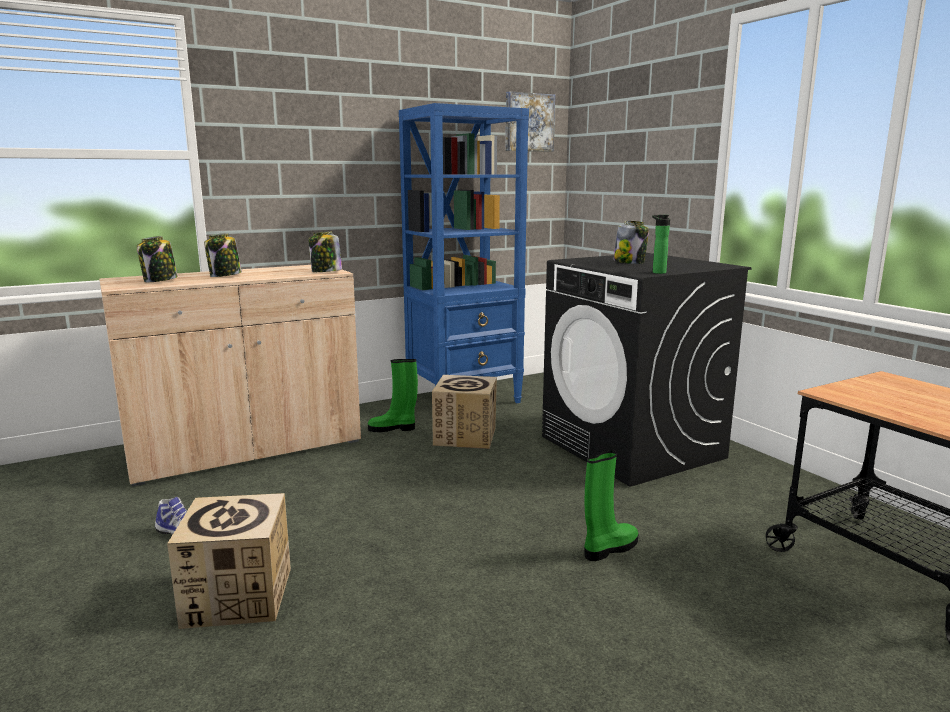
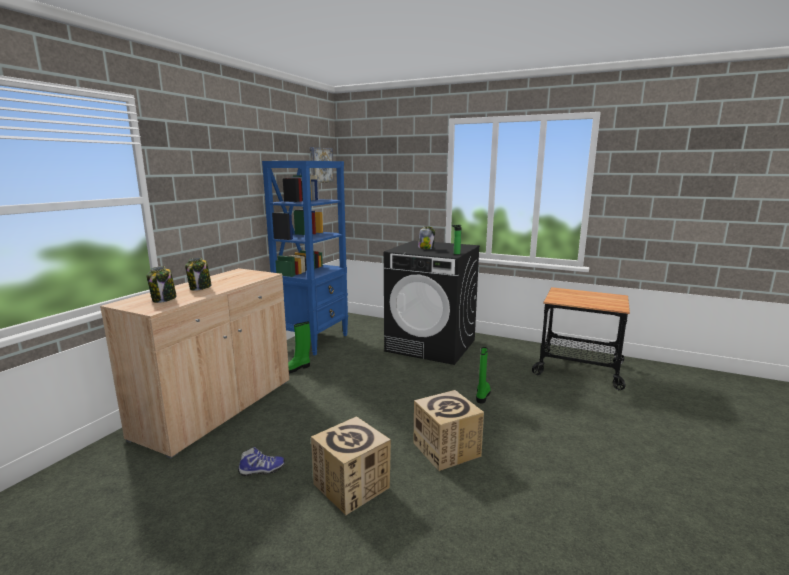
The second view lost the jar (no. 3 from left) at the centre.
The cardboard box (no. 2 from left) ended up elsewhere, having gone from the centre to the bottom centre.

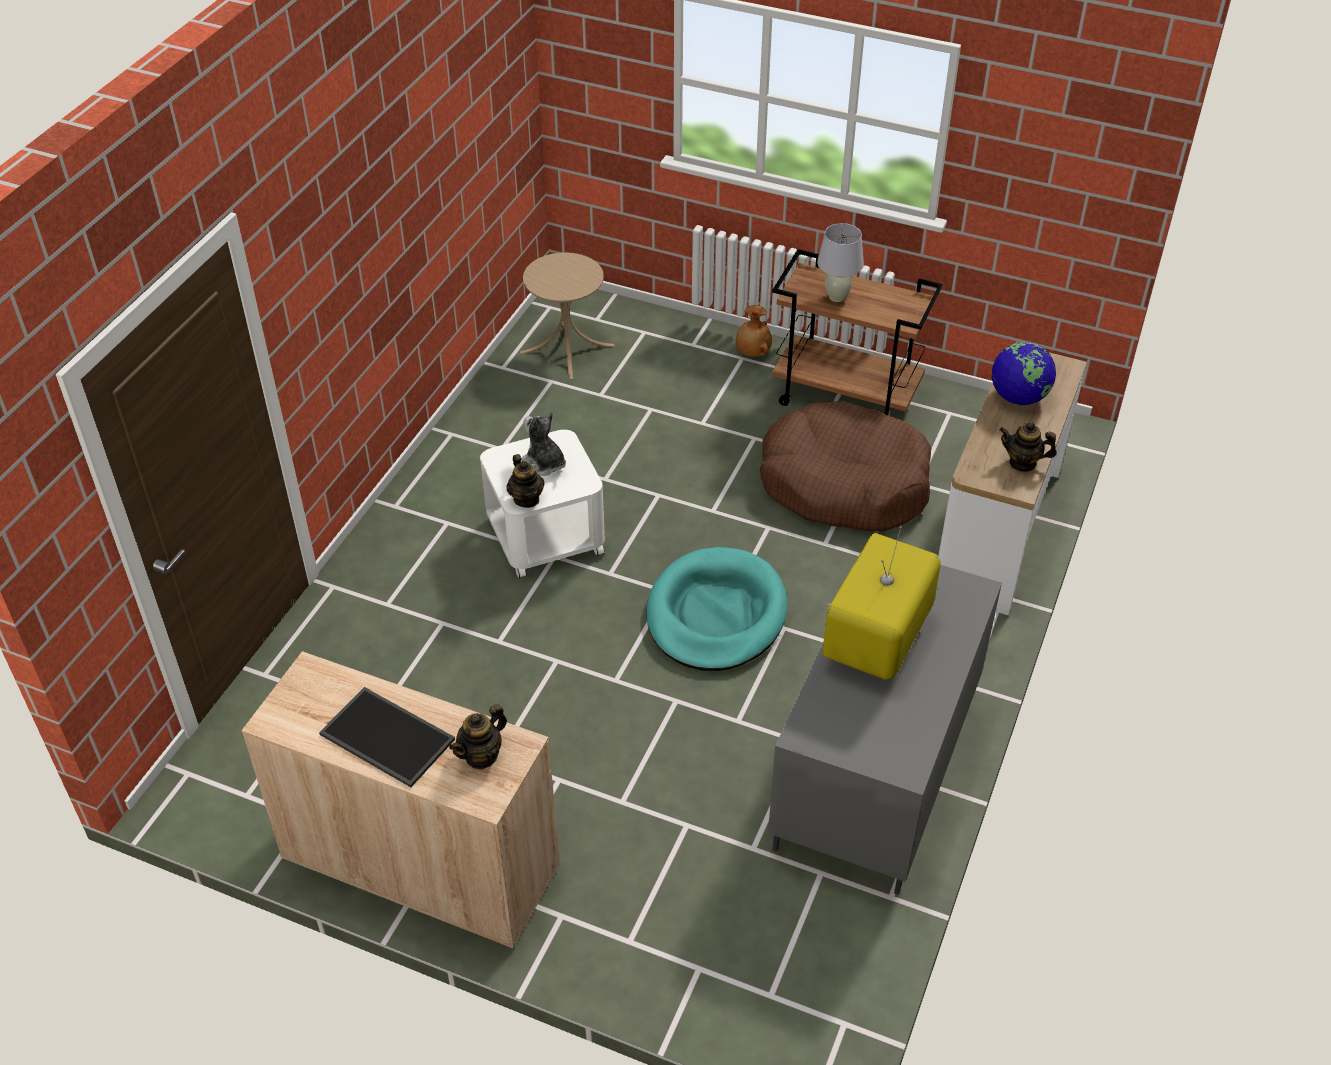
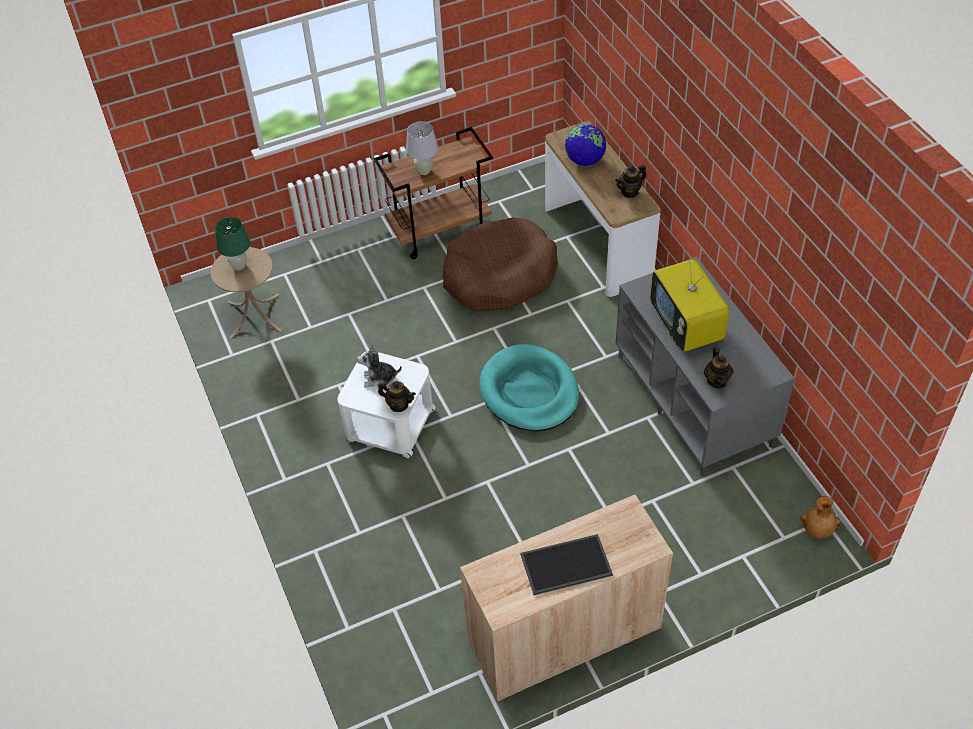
The second view gained the green table lamp at the middle left.
The teapot (no. 1 from left in the first image) ended up elsewhere, having gone from the bottom centre to the middle right.
The brown vase ended up elsewhere, having gone from the top centre to the bottom right.

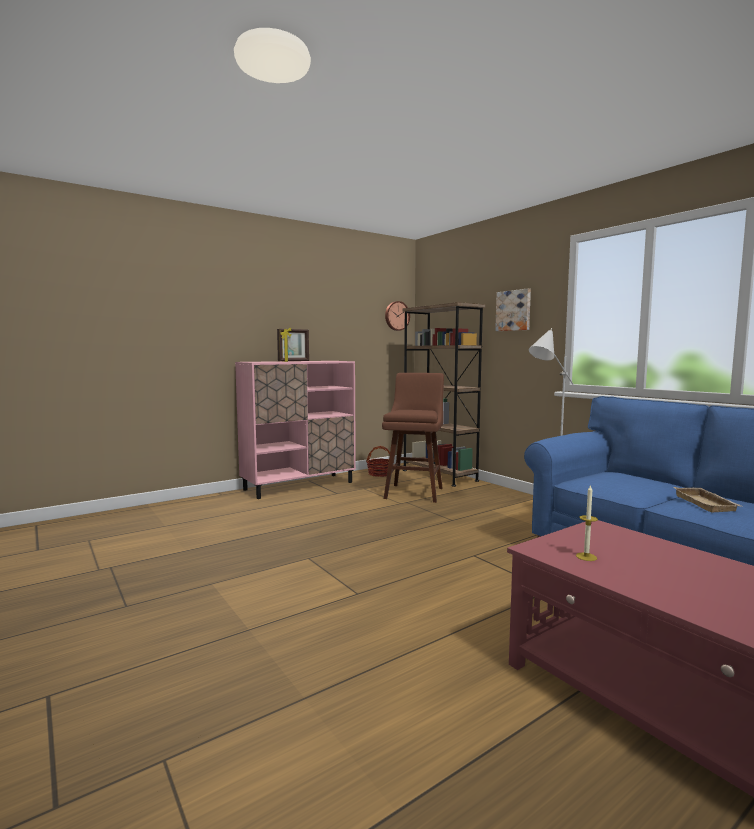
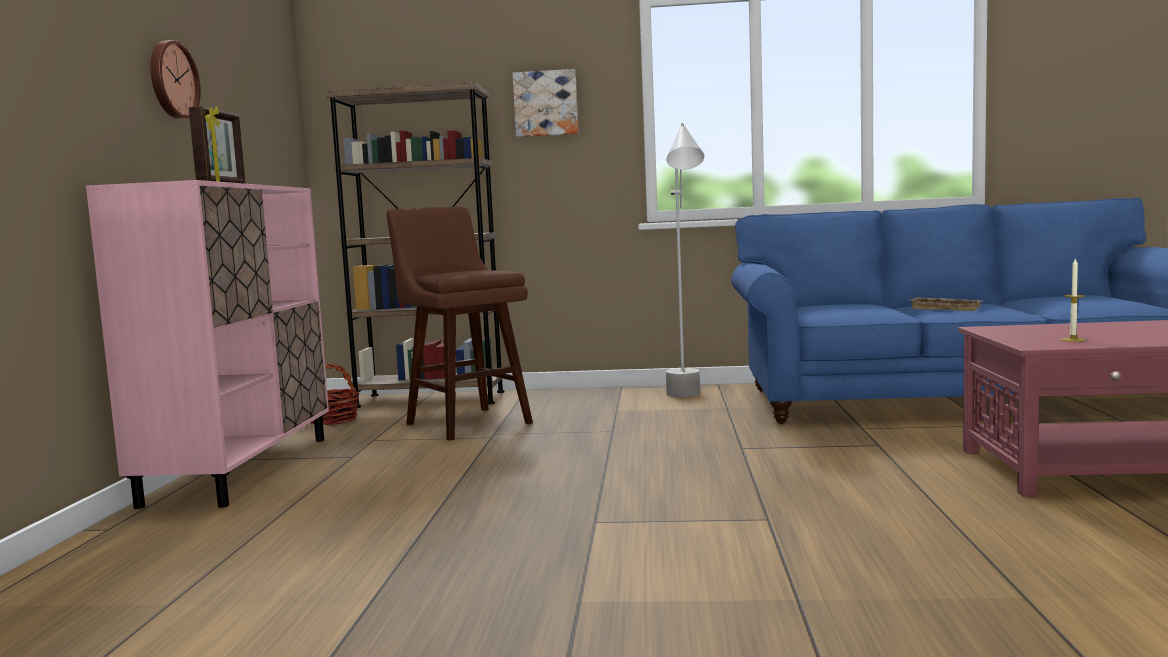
The wall clock ended up elsewhere, having gone from the centre to the top left.

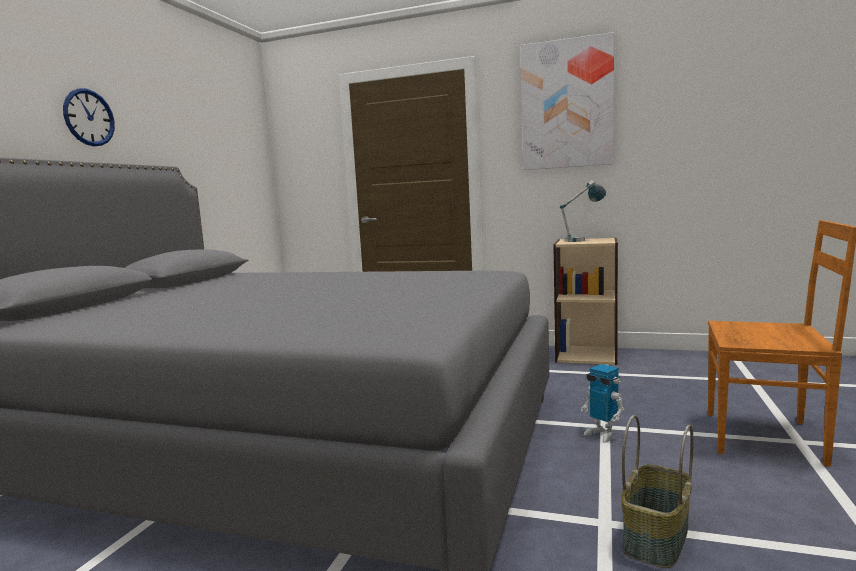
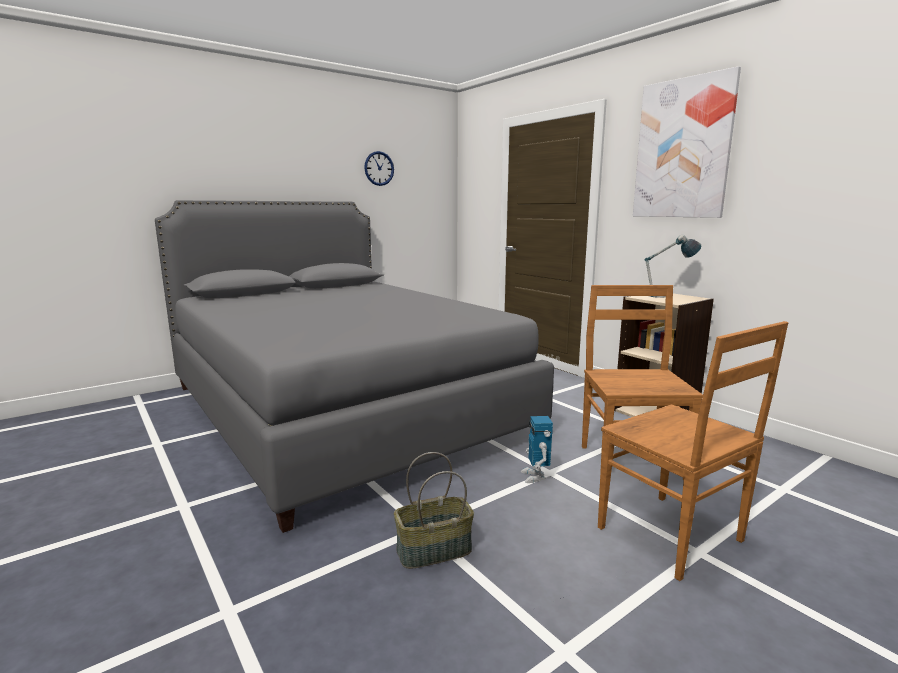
The second view gained the brown chair (no. 1 from left) at the middle right.
The wall clock ended up elsewhere, having gone from the top left to the top centre.

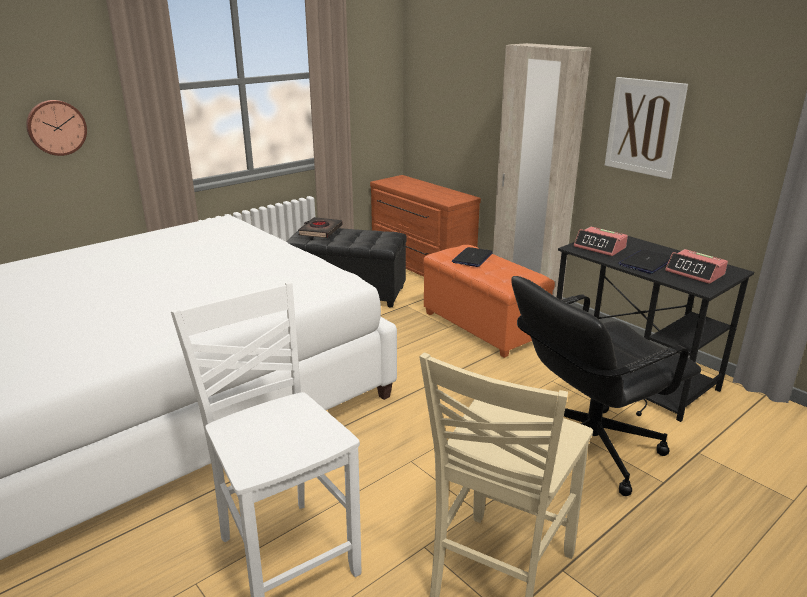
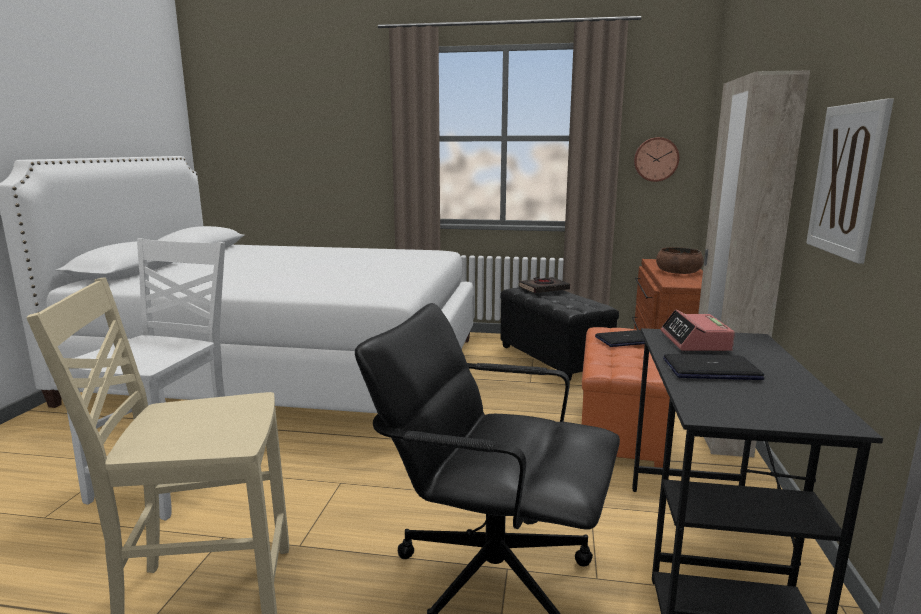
The second view lost the alarm clock (no. 2 from left) at the middle right.
The second view gained the brown bowl at the middle right.
The wall clock ended up elsewhere, having gone from the top left to the top right.

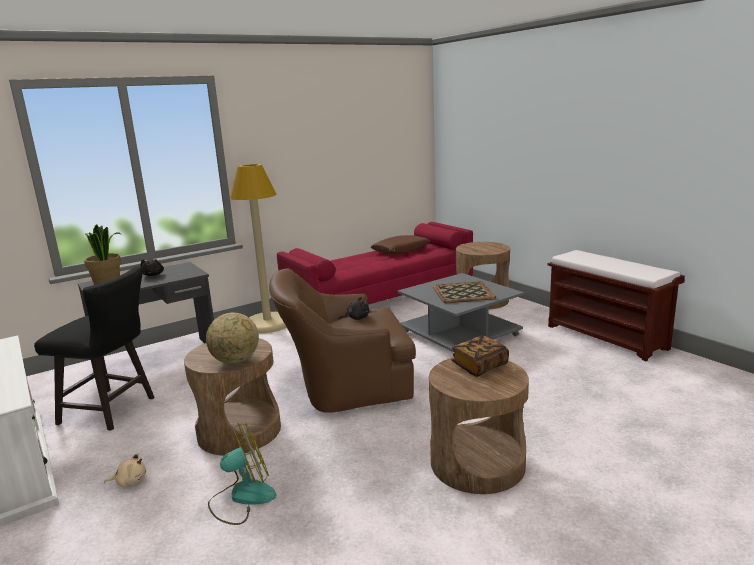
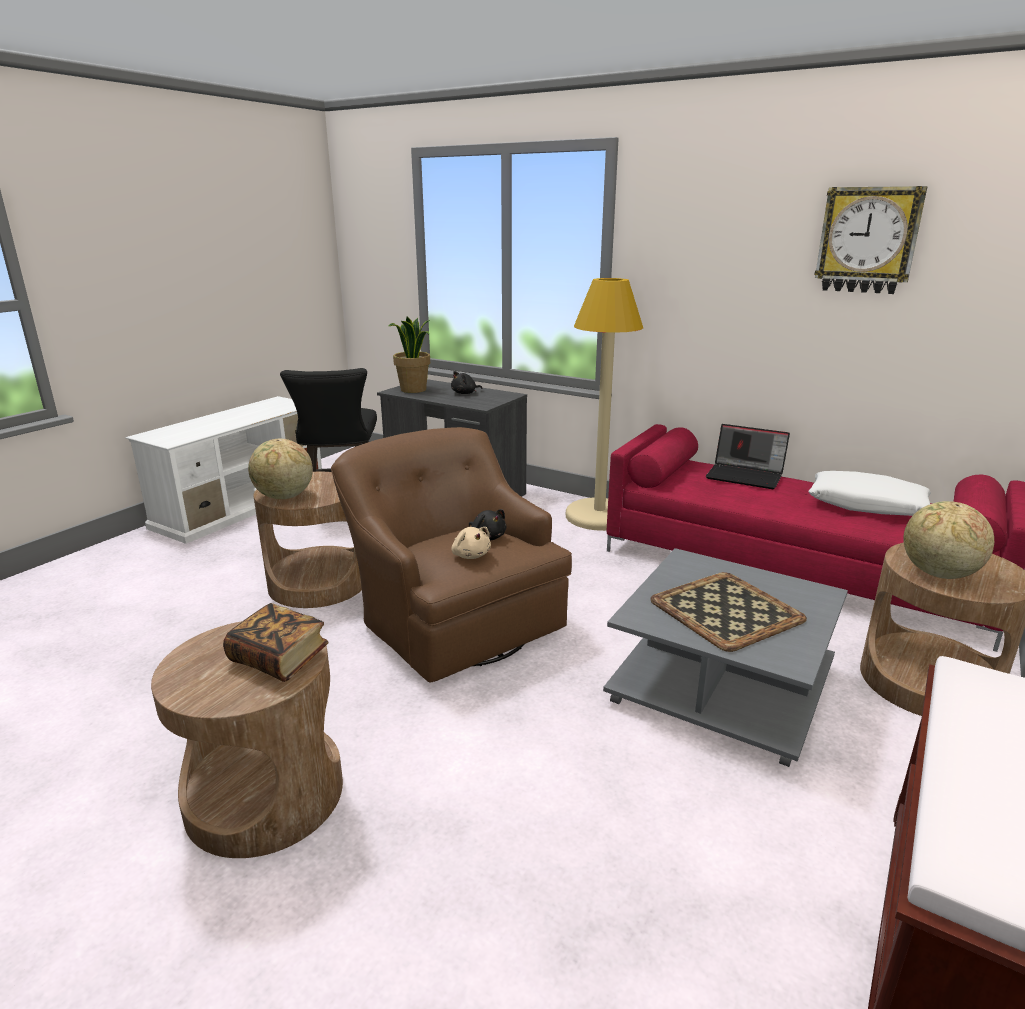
The second view lost the fan at the bottom left.
The second view gained the laptop at the middle right.
The second view gained the wall clock at the top right.
The second view gained the globe (no. 2 from left) at the middle right.
The beige plush toy ended up elsewhere, having gone from the bottom left to the centre.
What was the brown pillow at the centre turned into the white pillow at the middle right.

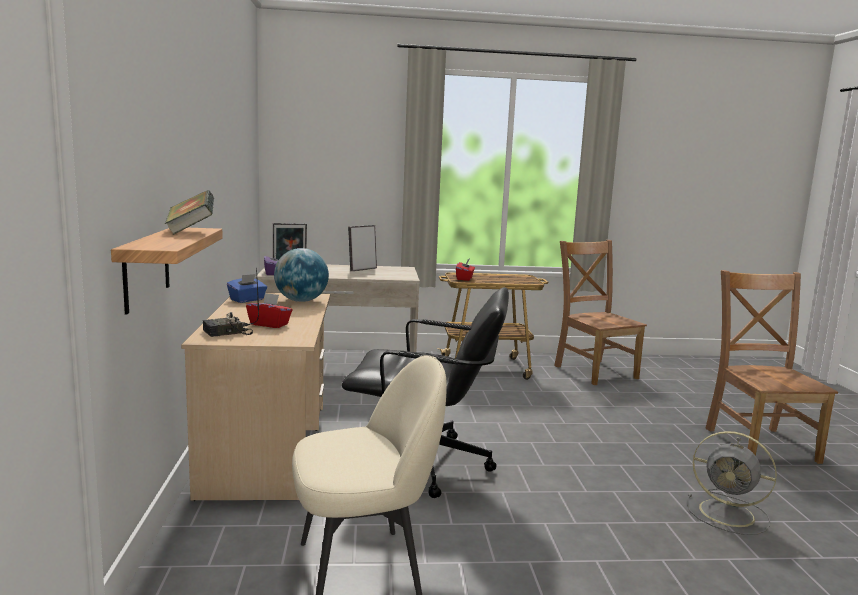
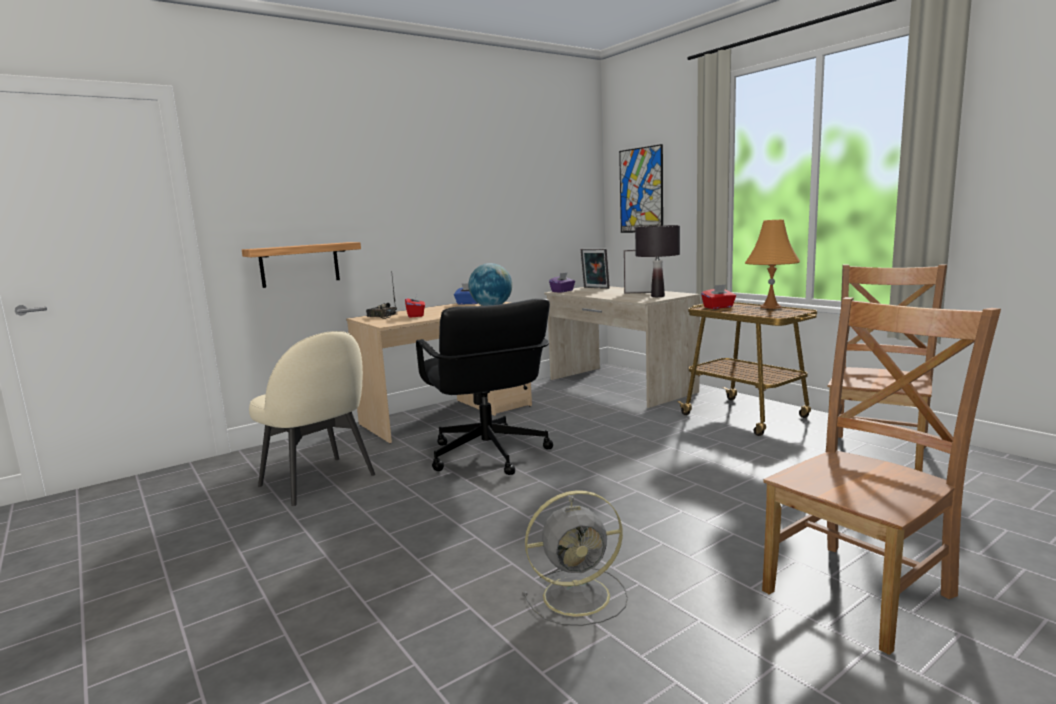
The second view lost the book at the middle left.
The second view gained the picture at the top centre.
The second view gained the black table lamp at the centre.
The second view gained the orange table lamp at the middle right.
The grey fan at the bottom right ended up facing another way, 105 degrees counterclockwise from before.

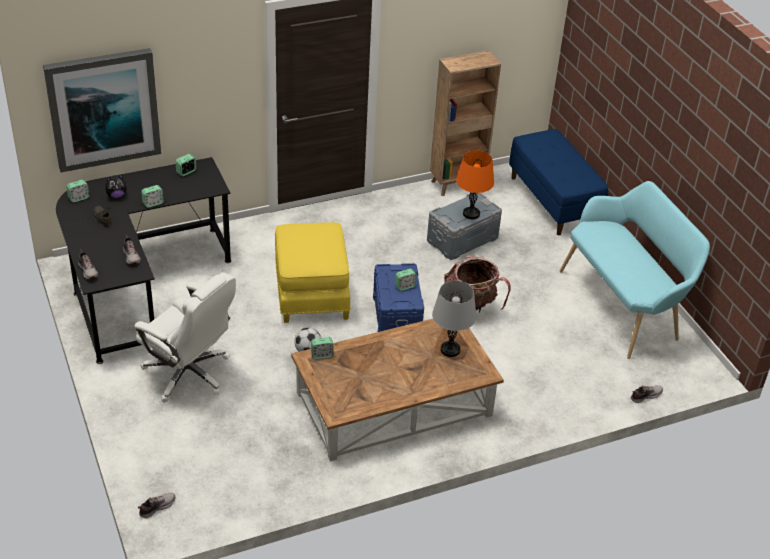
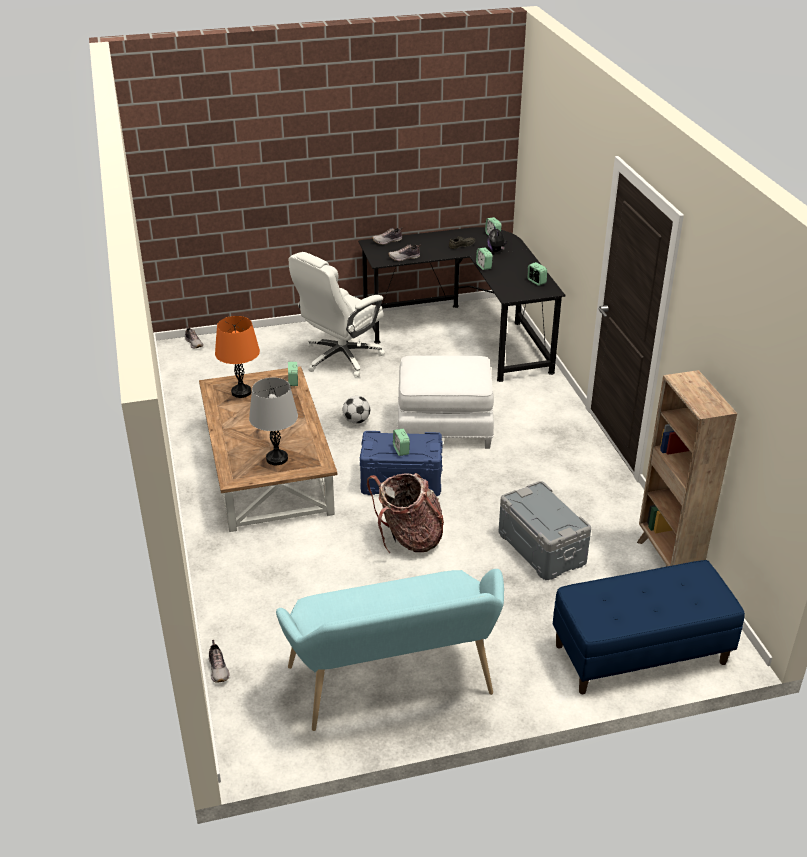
The second view lost the picture at the top left.
The orange table lamp ended up elsewhere, having gone from the top centre to the middle left.
What was the yellow ottoman at the centre turned into the white ottoman at the centre.

